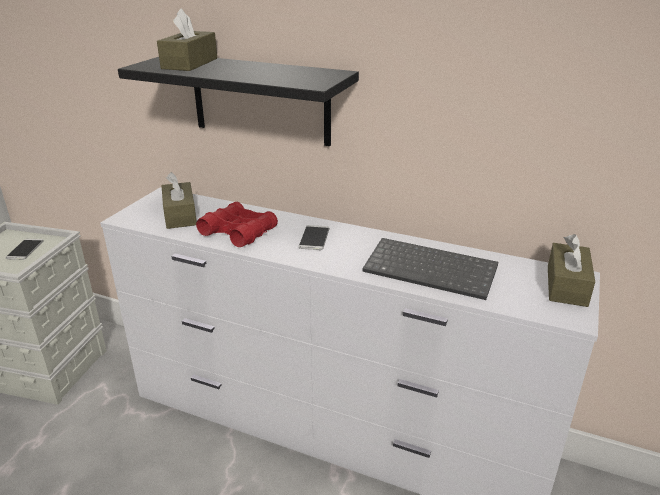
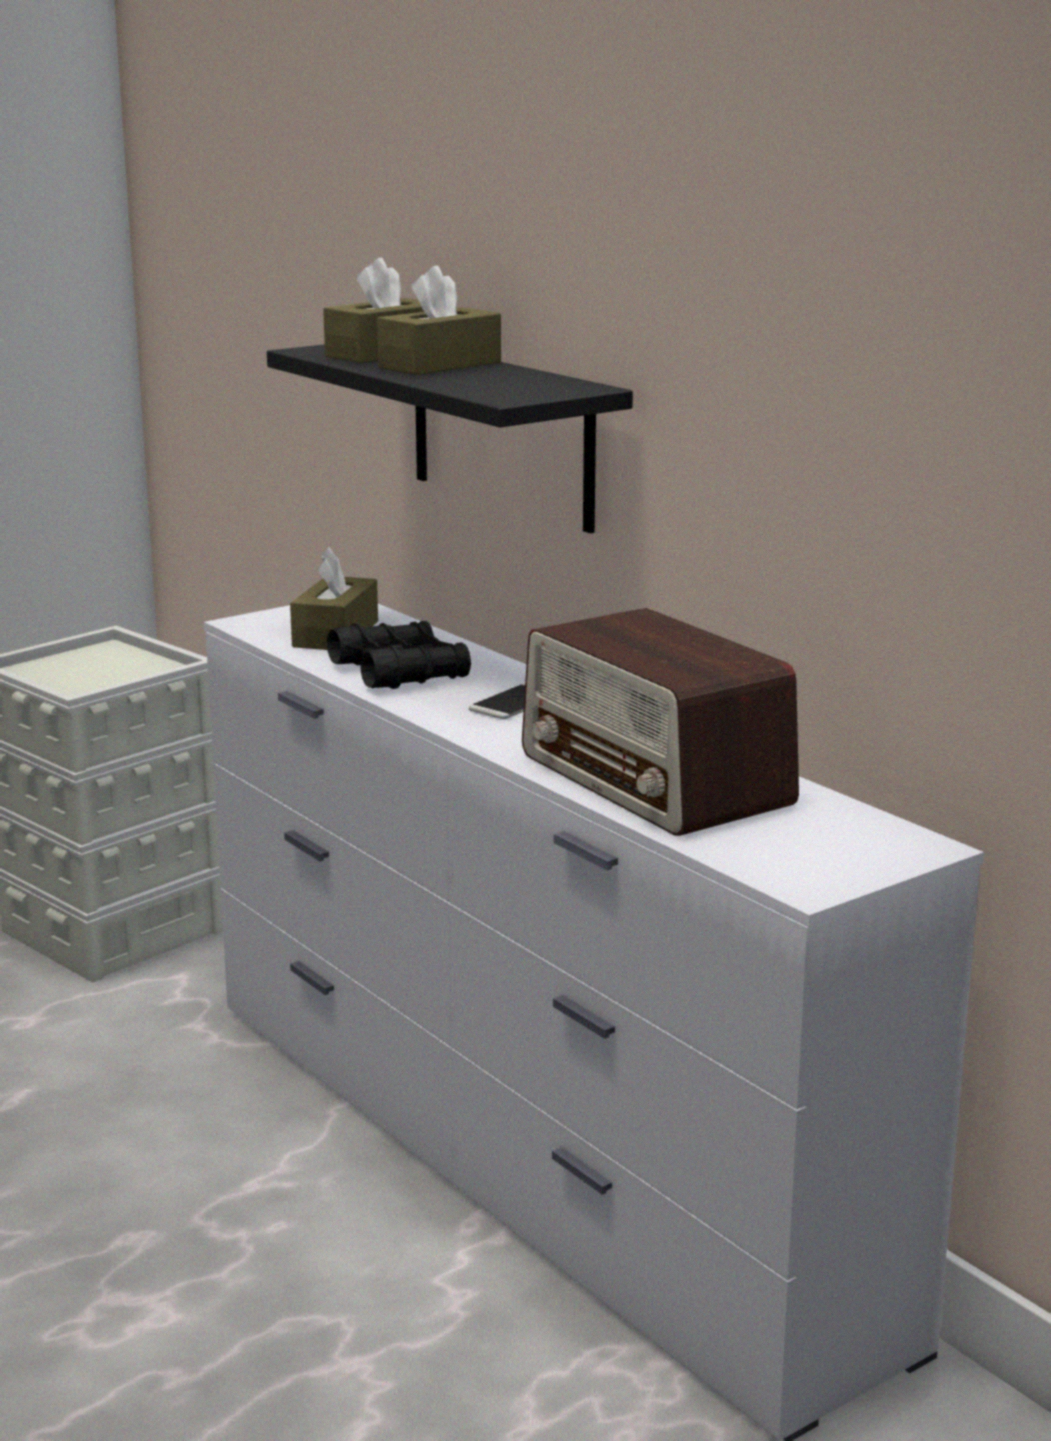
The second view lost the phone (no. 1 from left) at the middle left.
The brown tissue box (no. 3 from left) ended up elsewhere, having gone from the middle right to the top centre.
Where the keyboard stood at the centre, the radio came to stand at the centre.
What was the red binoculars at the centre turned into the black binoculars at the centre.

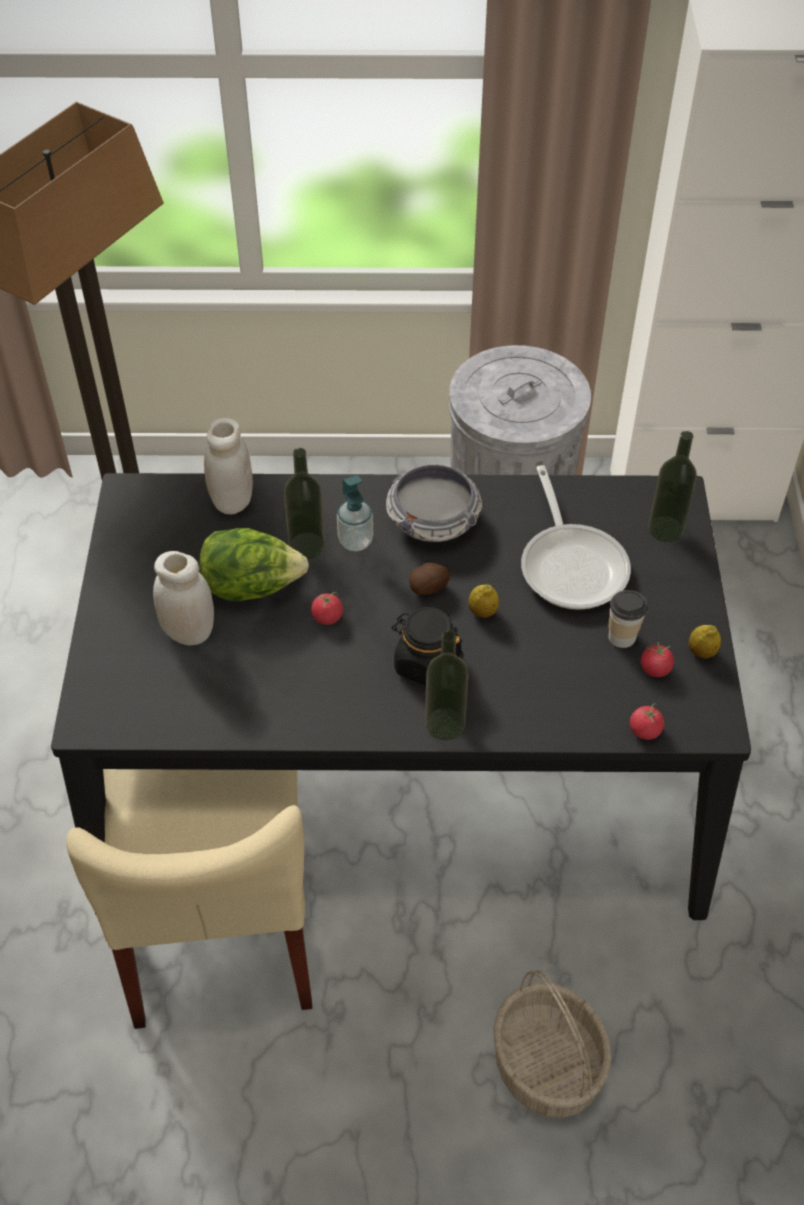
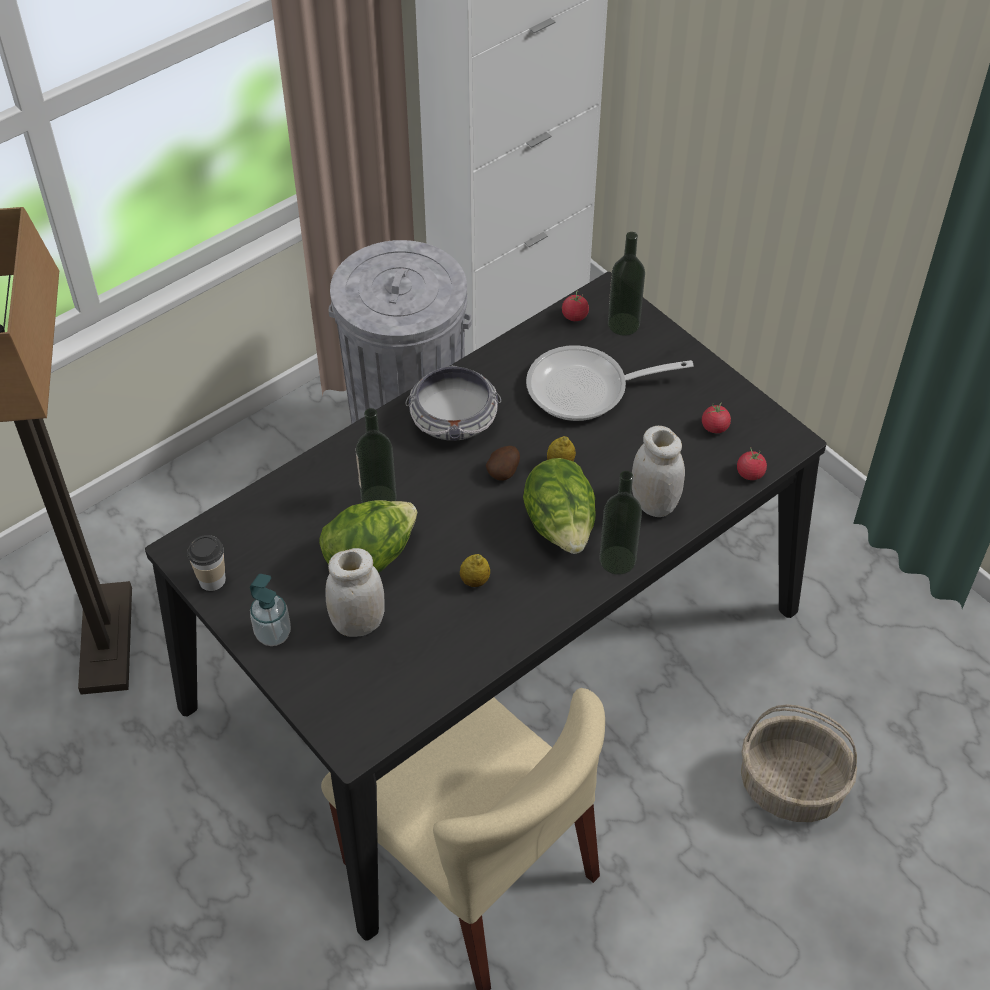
The white jar (no. 2 from left) ended up elsewhere, having gone from the middle left to the centre.
The tomato (no. 1 from left) ended up elsewhere, having gone from the centre to the top centre.
The soap dispenser ended up elsewhere, having gone from the centre to the middle left.
The cup ended up elsewhere, having gone from the middle right to the middle left.
The lemon (no. 2 from left in the first image) ended up elsewhere, having gone from the middle right to the centre.
Where the black jar stood at the centre, the lettuce (no. 2 from left) came to stand at the centre.
The frying pan at the middle right ended up facing another way, 135 degrees clockwise from before.

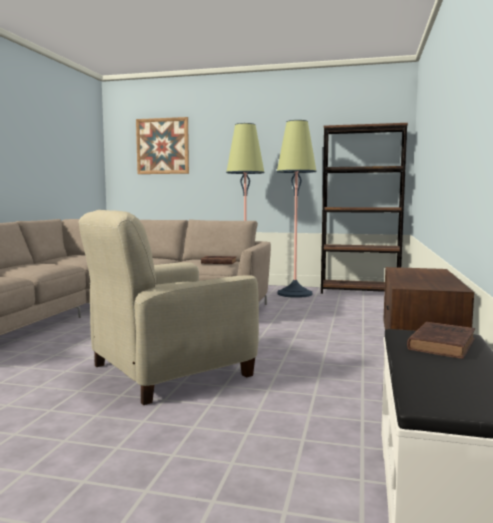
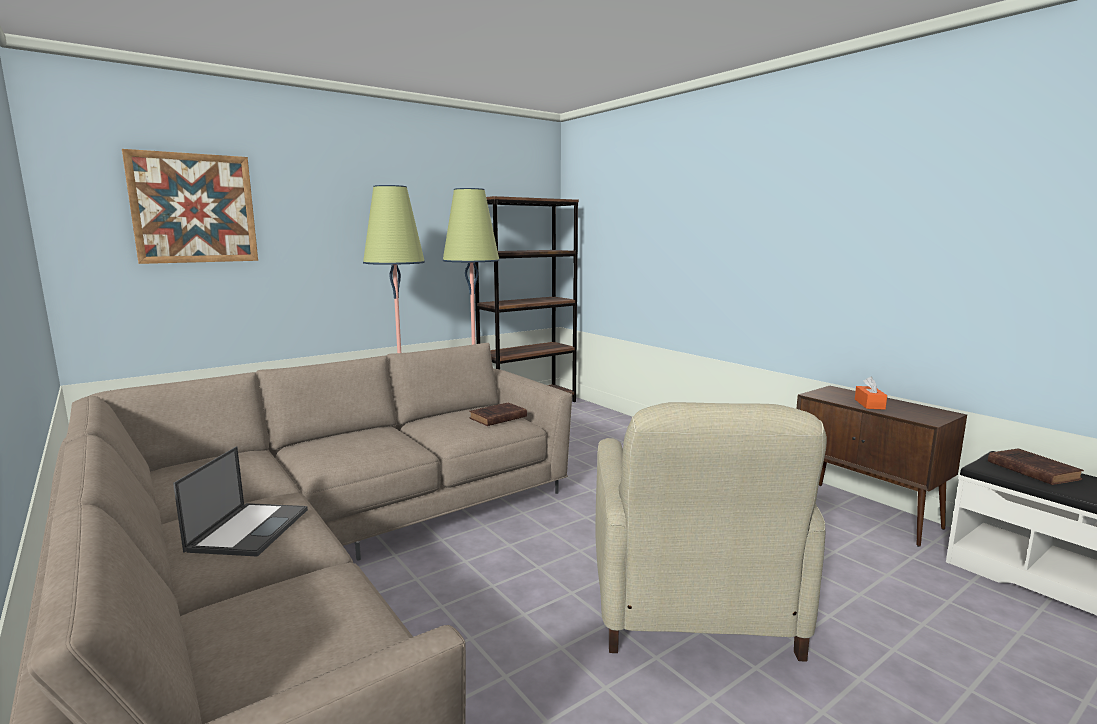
The second view gained the laptop at the bottom left.
The second view gained the orange tissue box at the middle right.

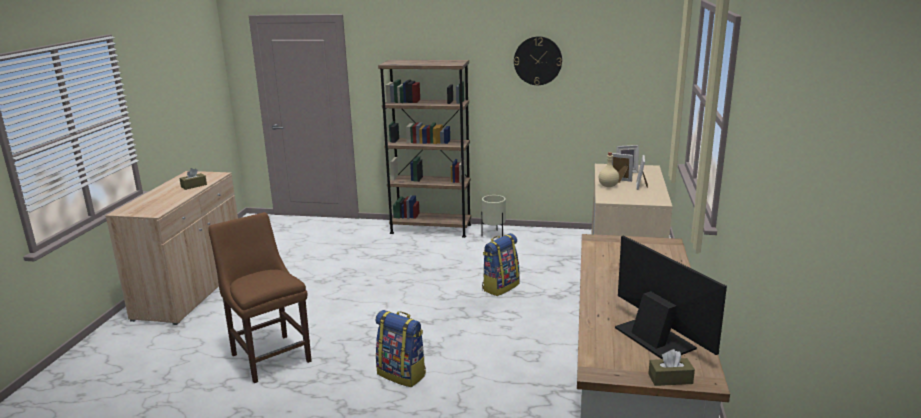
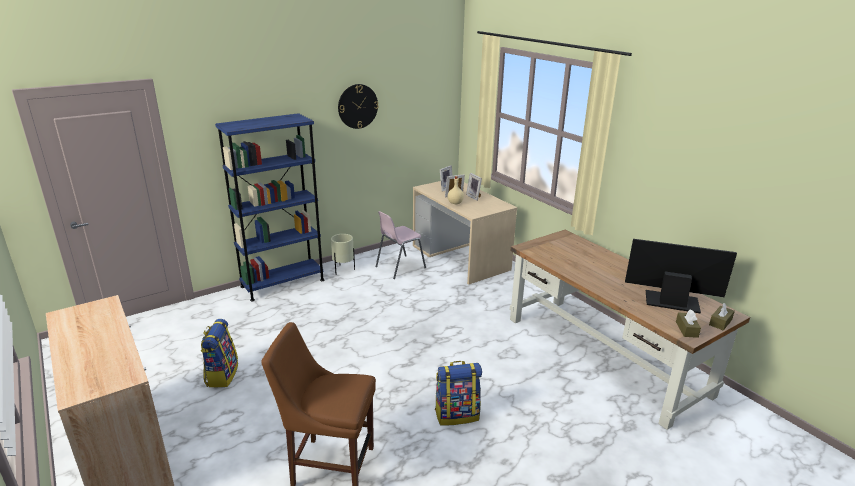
The second view gained the pink chair at the centre.
The brown tissue box (no. 1 from left) ended up elsewhere, having gone from the middle left to the middle right.
The backpack (no. 2 from left in the first image) ended up elsewhere, having gone from the centre to the bottom left.
What was the brown bookcase at the centre turned into the blue bookcase at the middle left.

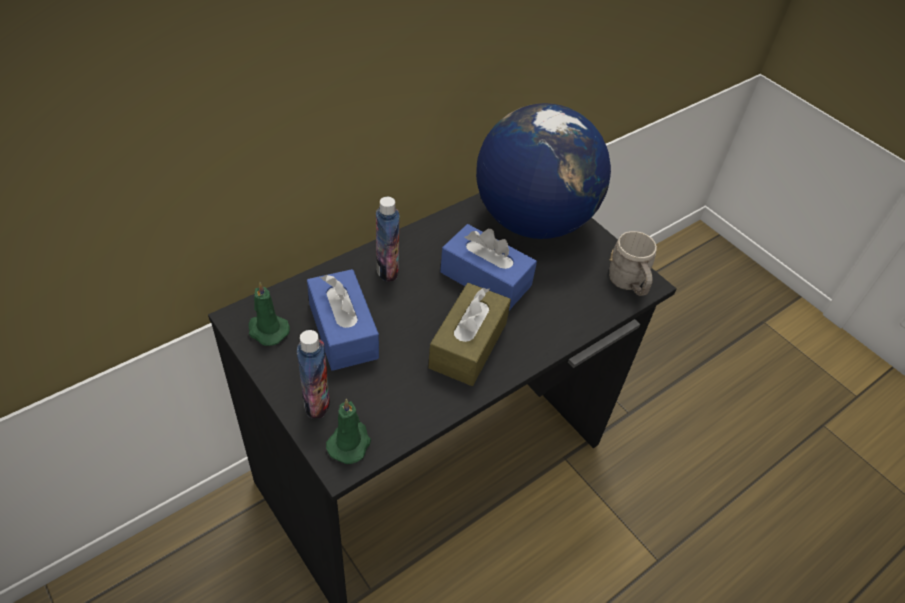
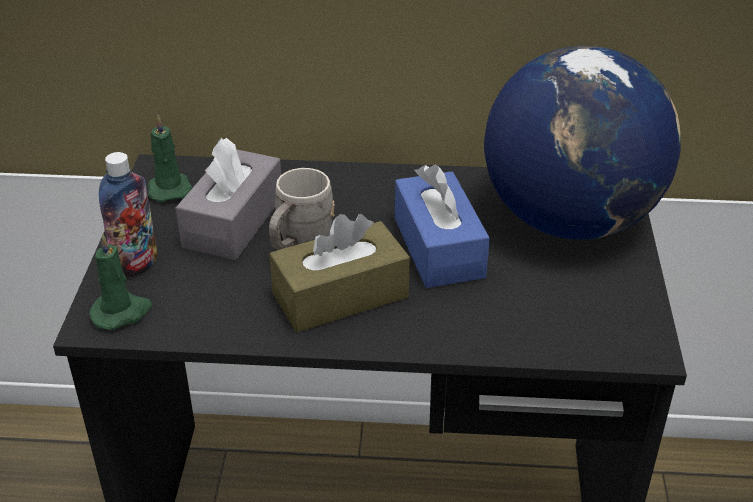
The second view lost the bottle (no. 2 from left) at the centre.
The grey mug ended up elsewhere, having gone from the middle right to the centre.
What was the blue tissue box (no. 1 from left) at the centre turned into the grey tissue box at the middle left.

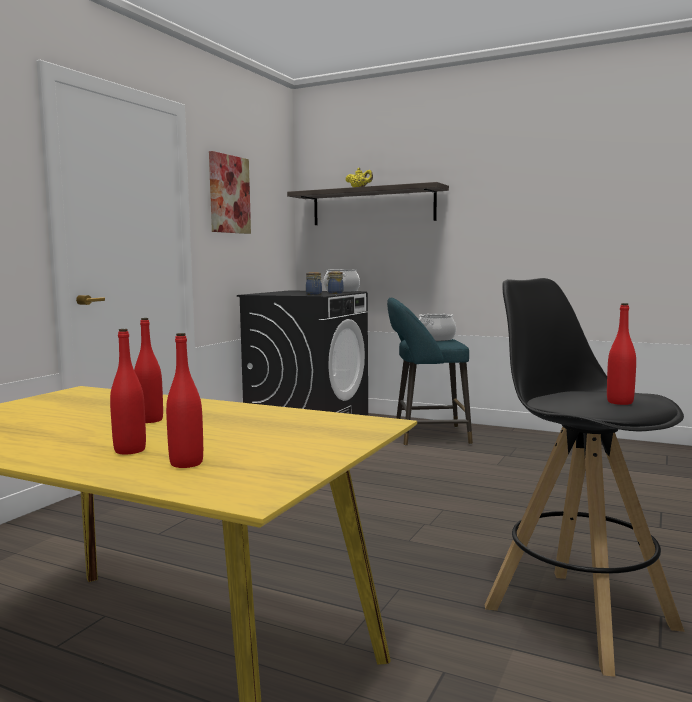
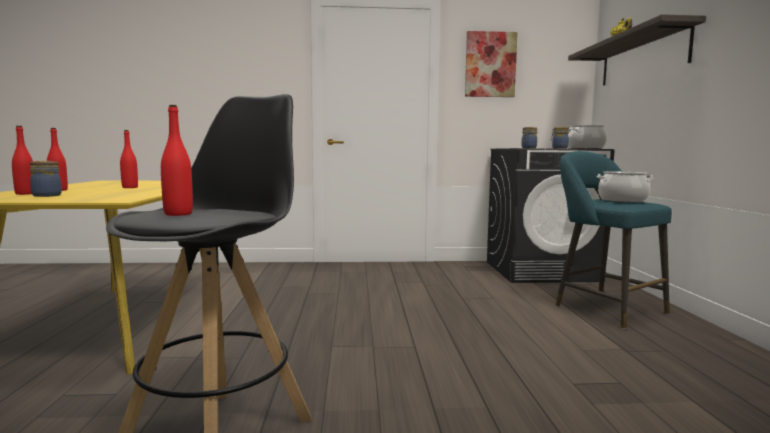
The second view gained the jar (no. 1 from left) at the middle left.

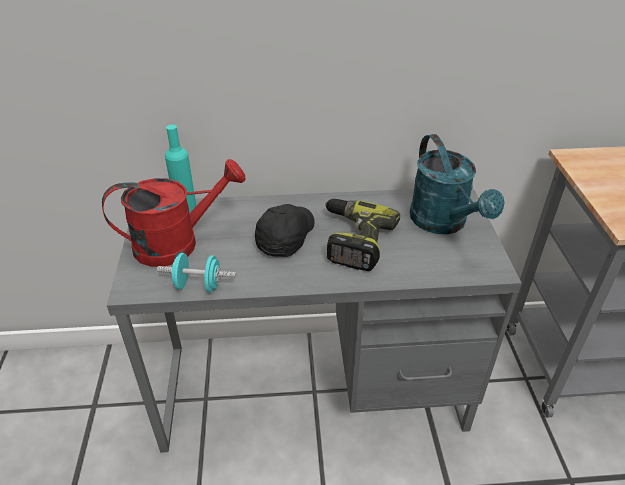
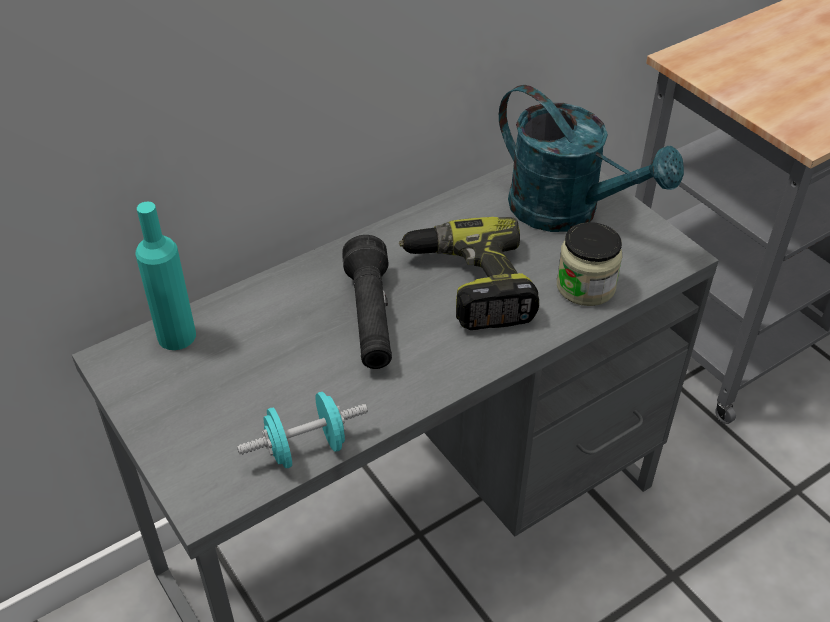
The second view lost the red watering can at the middle left.
The second view gained the jar at the middle right.
Where the black cap stood at the centre, the black flashlight came to stand at the centre.

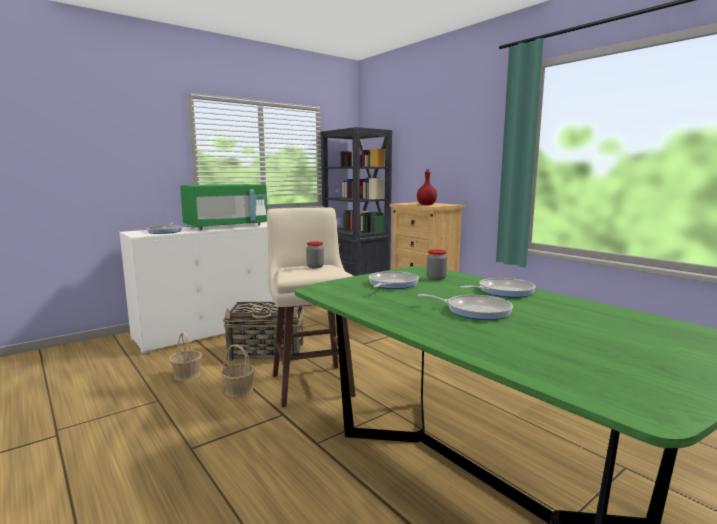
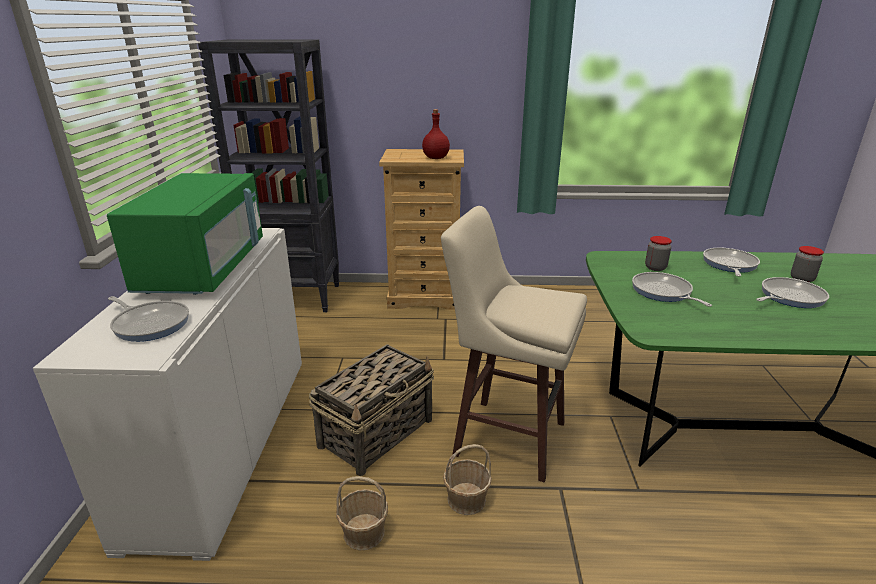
The jar (no. 1 from left in the first image) ended up elsewhere, having gone from the centre to the middle right.

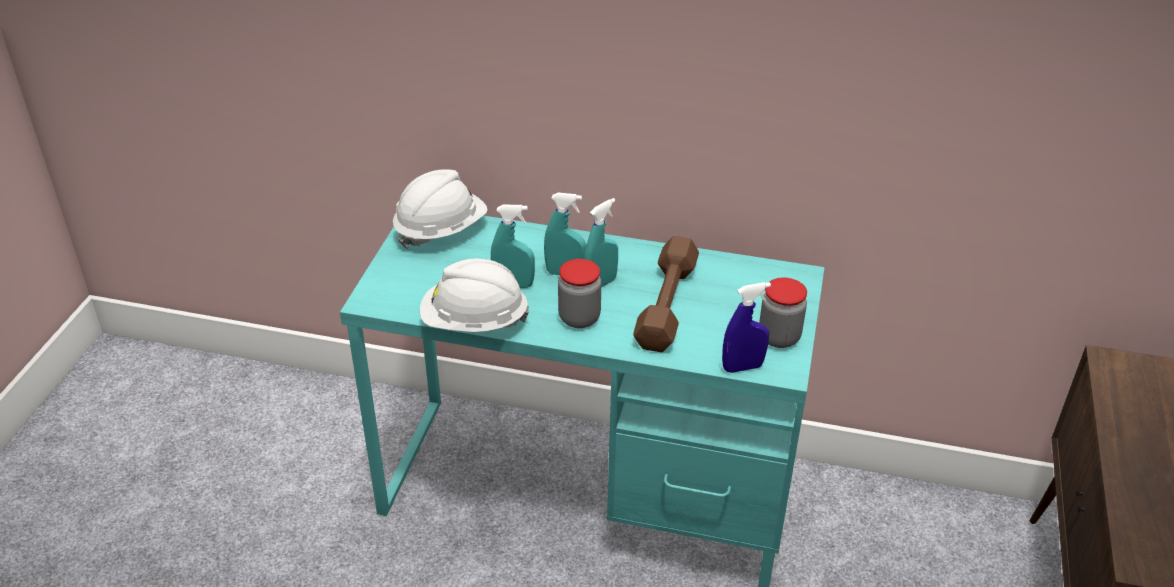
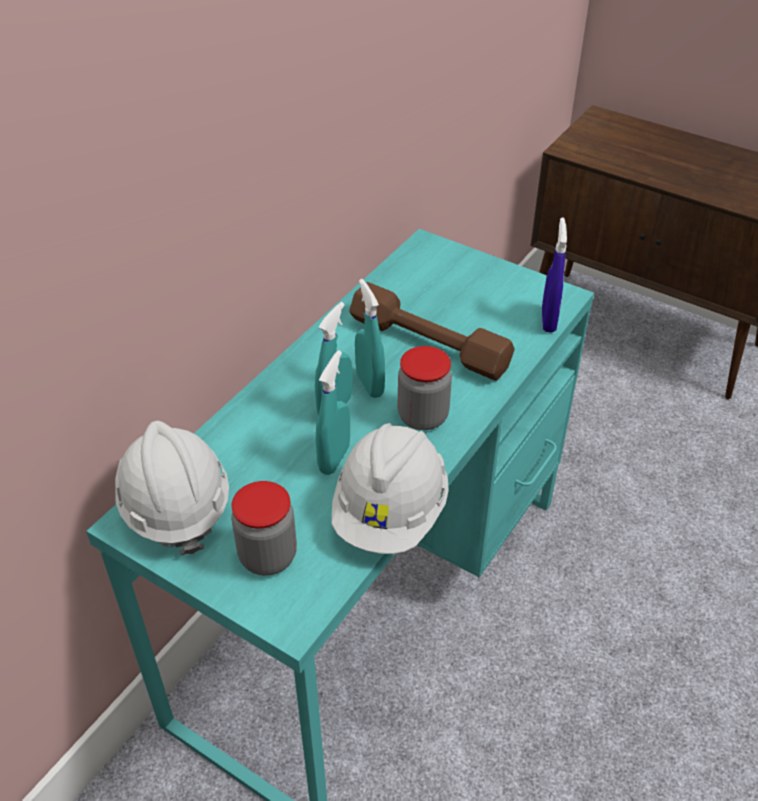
The jar (no. 2 from left in the first image) ended up elsewhere, having gone from the middle right to the centre.

